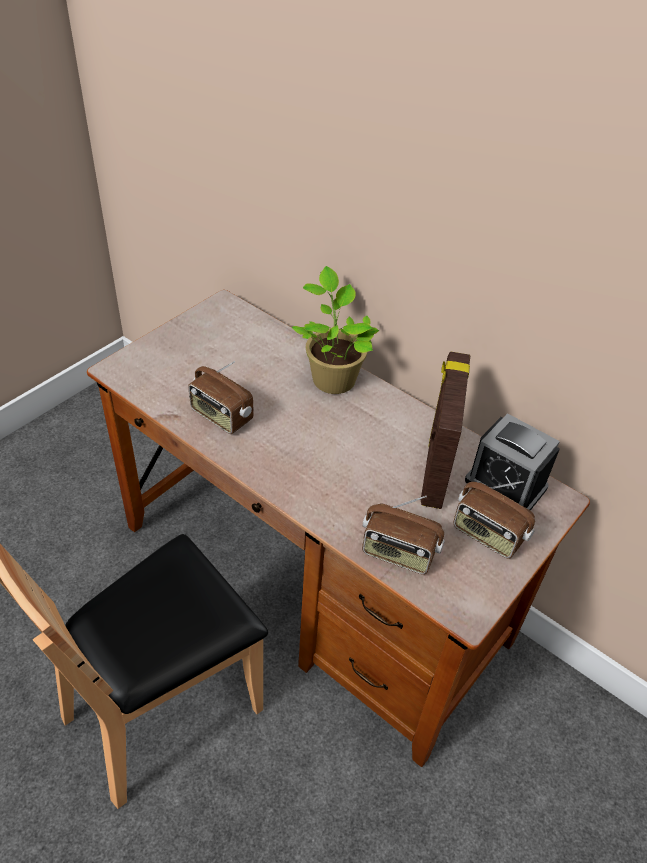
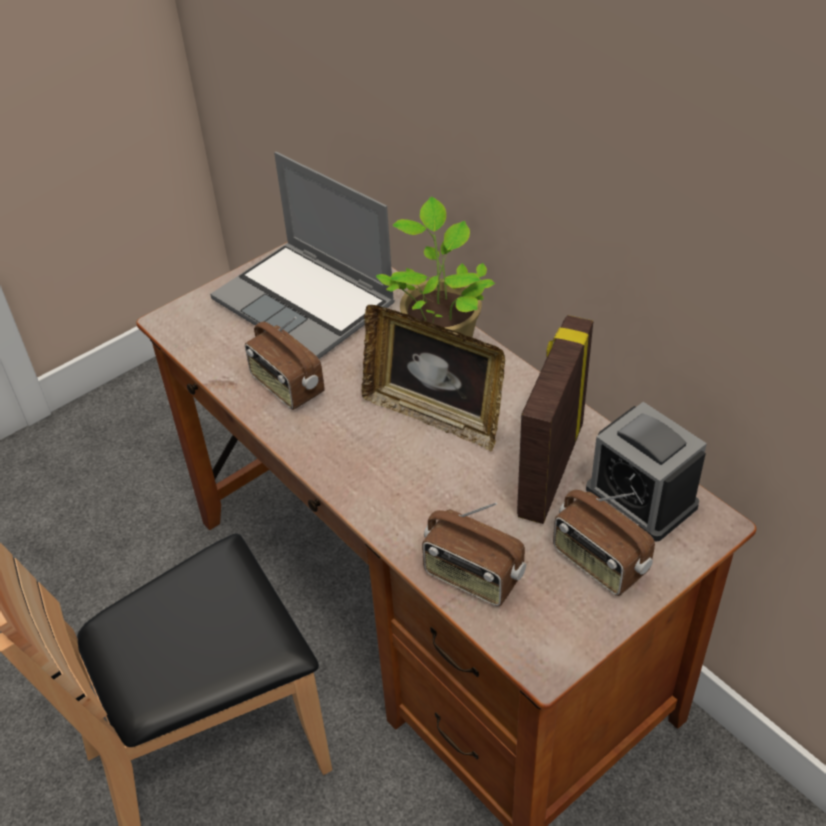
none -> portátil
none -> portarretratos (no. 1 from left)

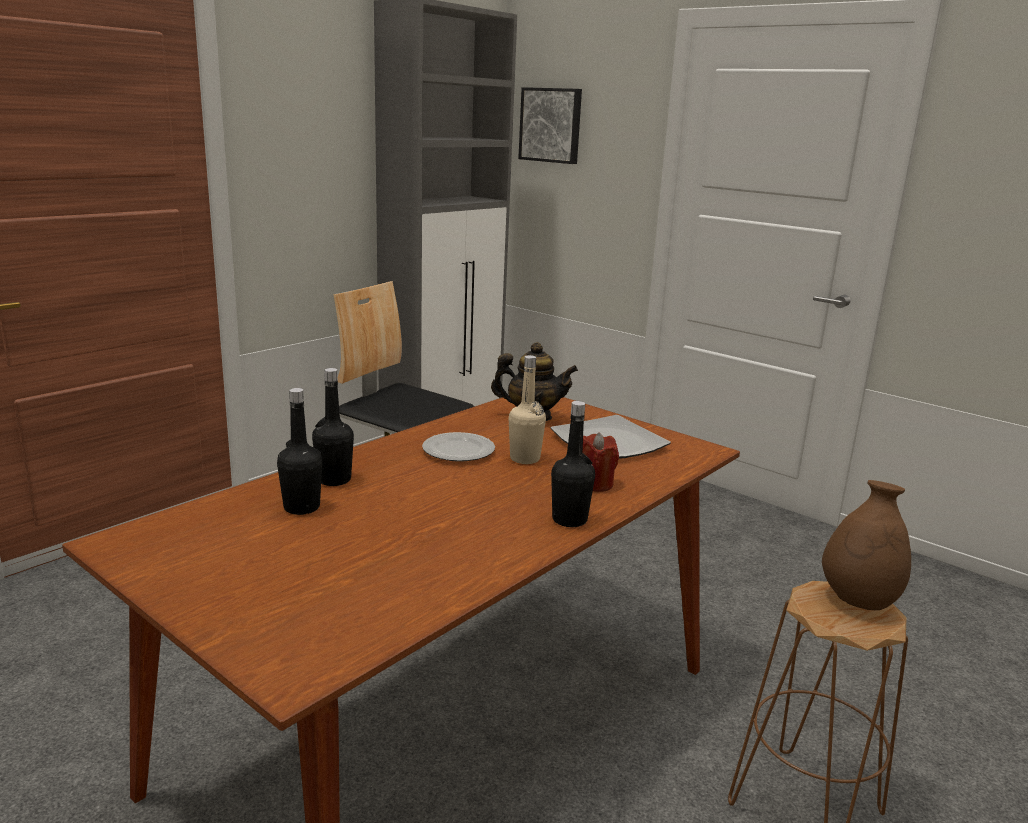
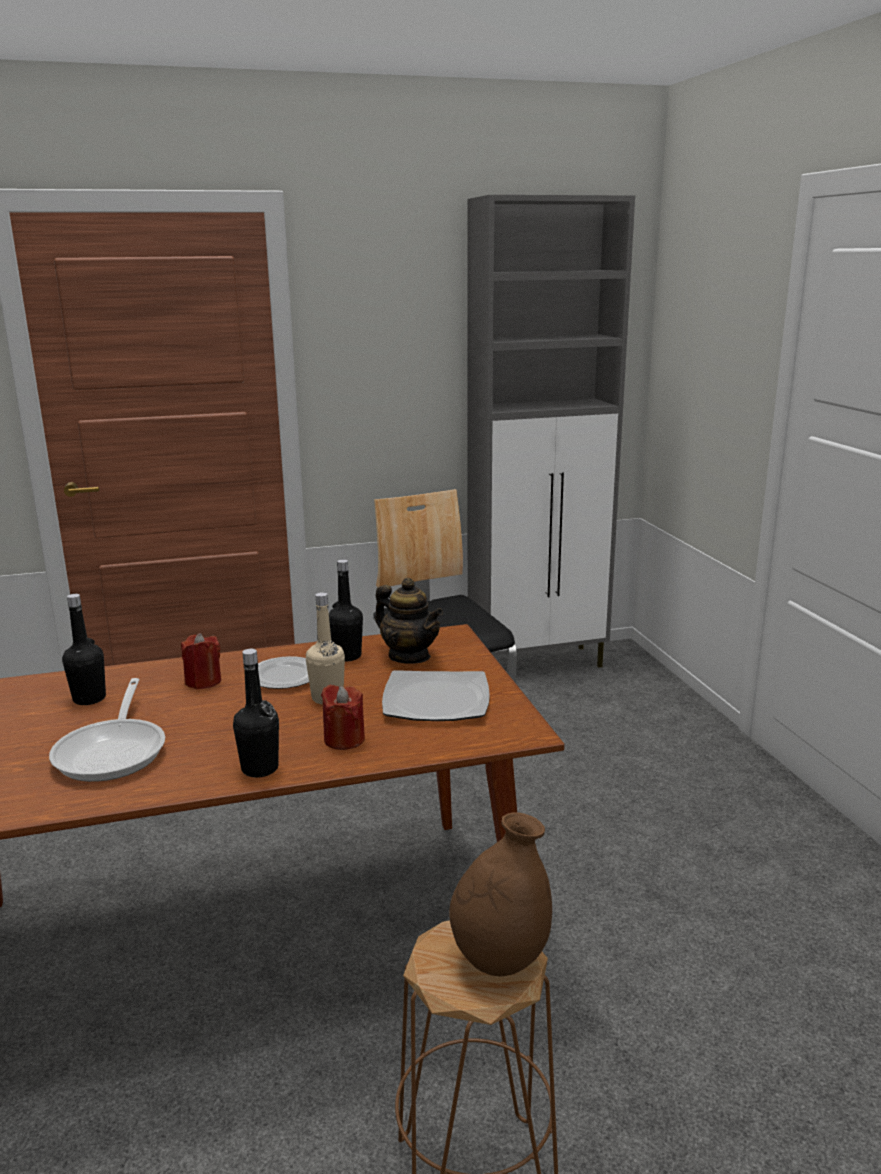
cuadro -> none
none -> sartén
none -> vela [rojo] (no. 1 from left)
botella [negro] (no. 2 from left in the first image) -> botella [negro] (no. 3 from left), relocated

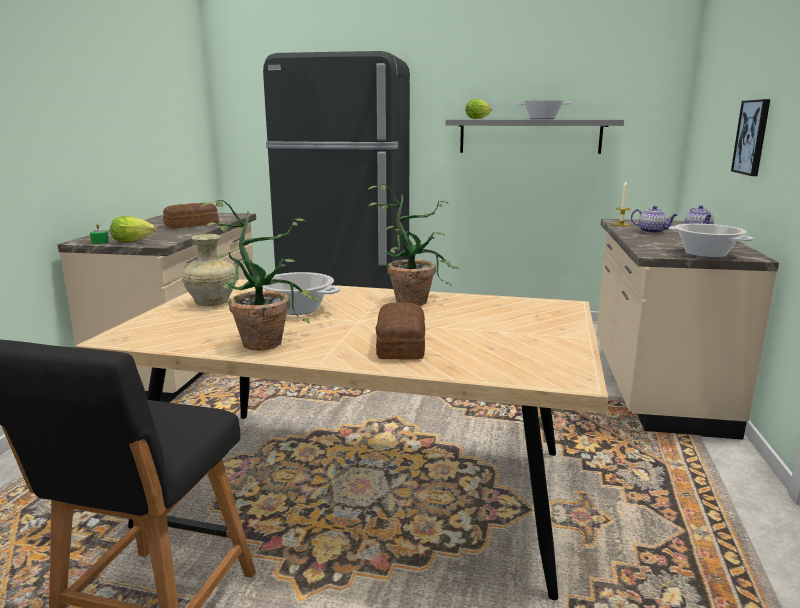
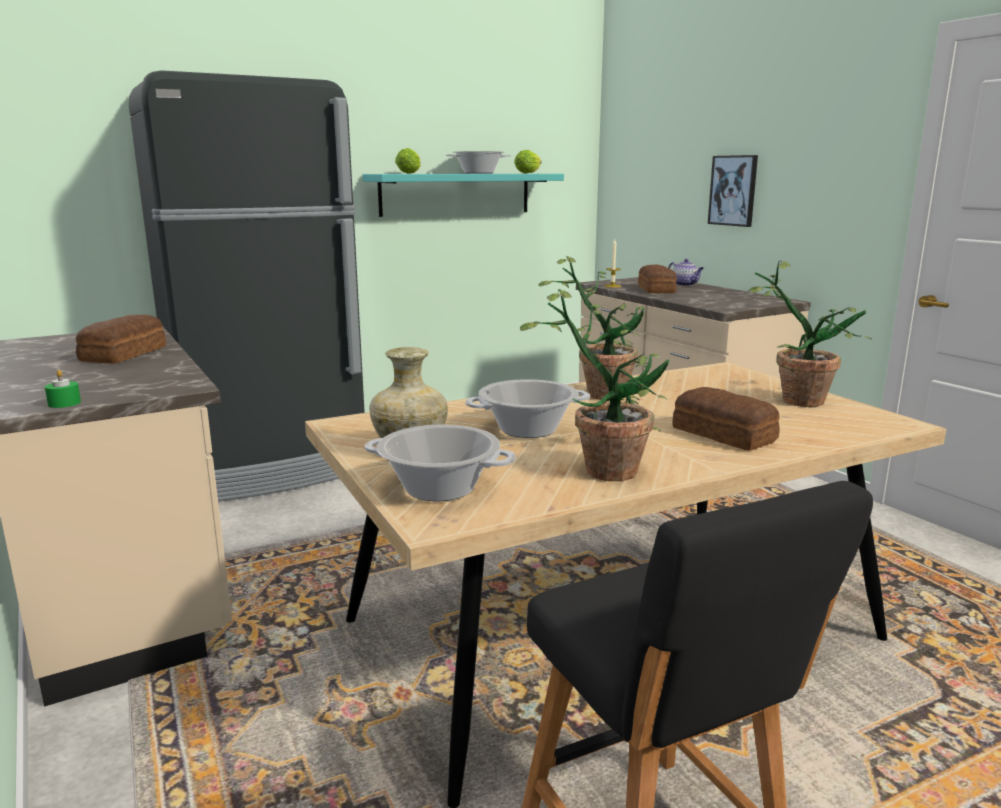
none -> planta en maceta (no. 3 from left)
lechuga (no. 1 from left in the first image) -> lechuga (no. 2 from left), relocated
olla (no. 3 from left in the first image) -> olla (no. 1 from left), relocated
tetera (no. 1 from left) -> pan (no. 2 from left)
estante [gris] -> estante [turquesa]

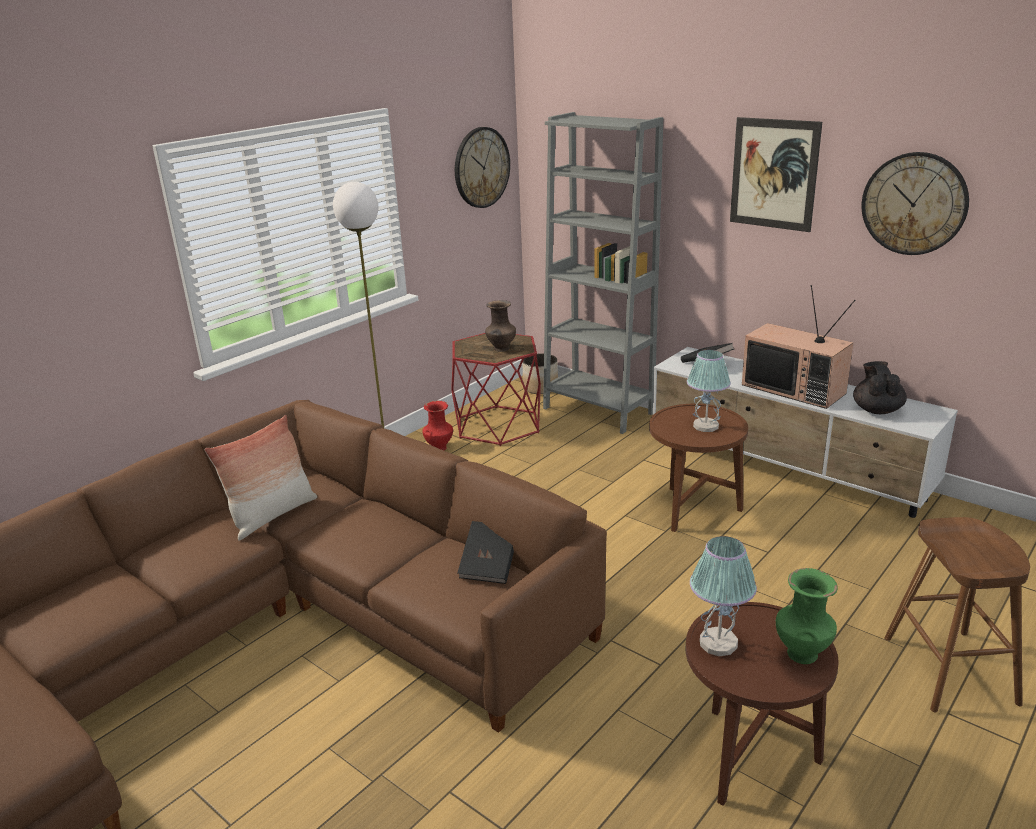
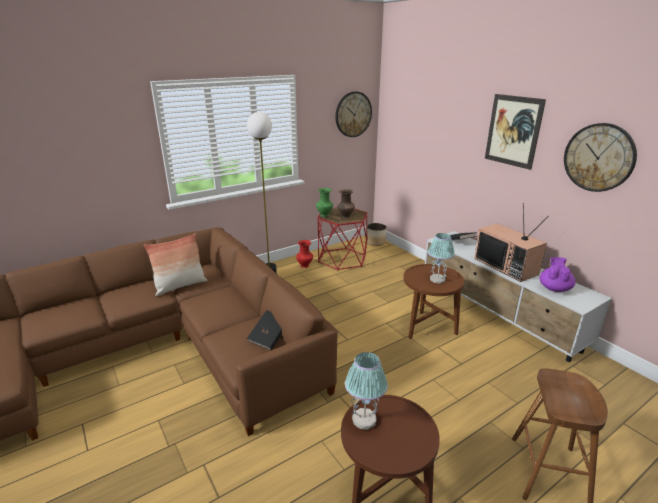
estantería [gris] -> none
florero [verde], relocated
tetera [negro] -> tetera [morado]

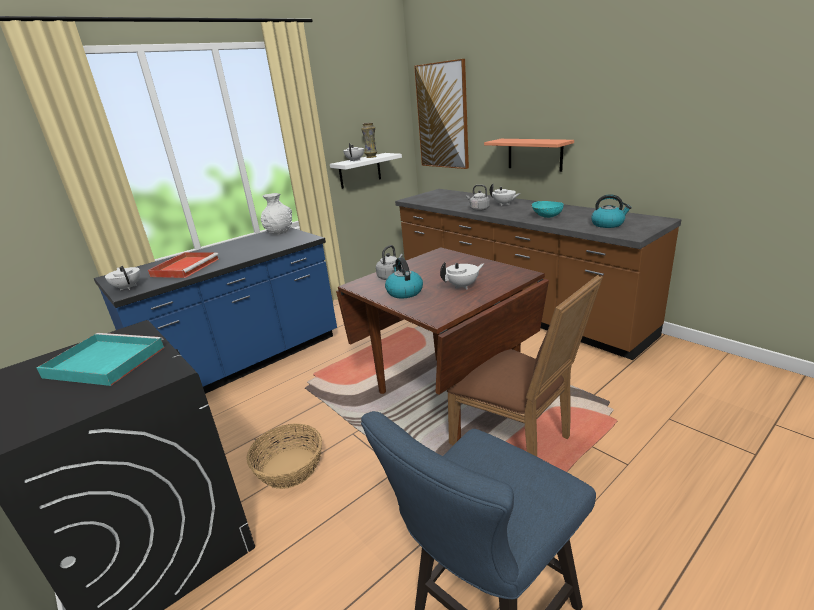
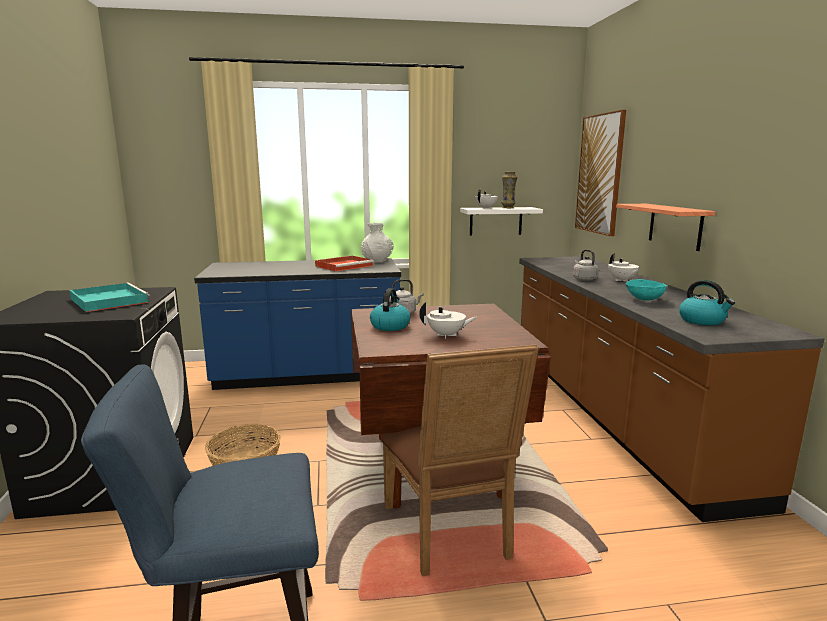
tetera [blanco] (no. 1 from left) -> none
bandeja [rojo], relocated

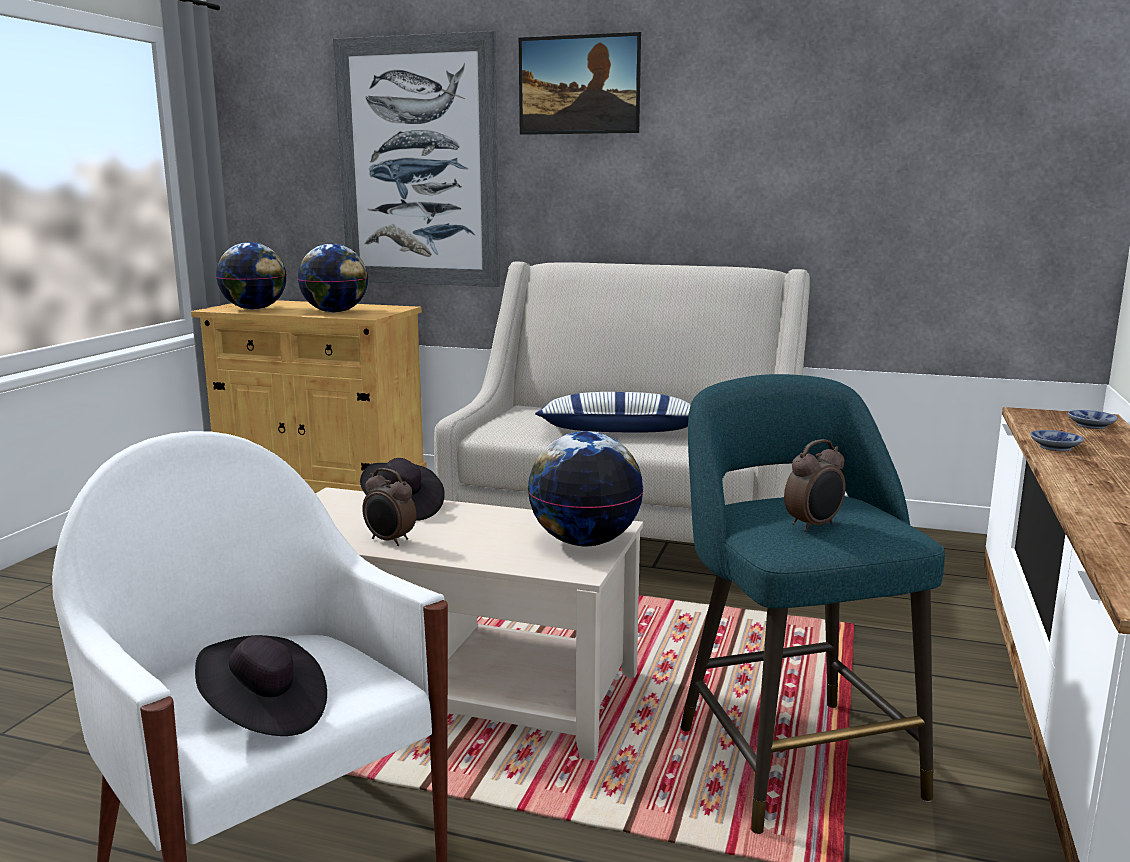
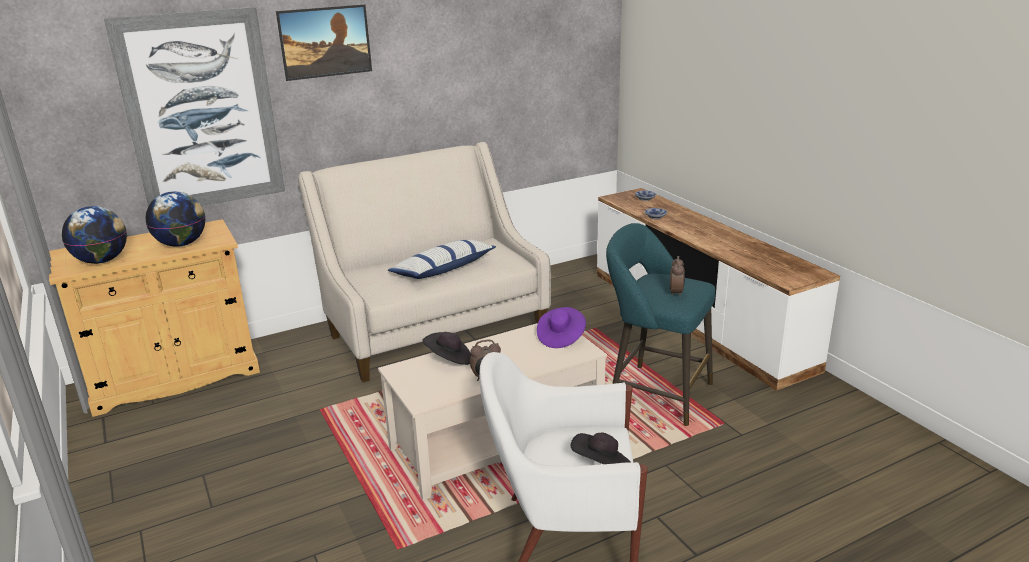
globo terráqueo (no. 3 from left) -> sombrero [morado]

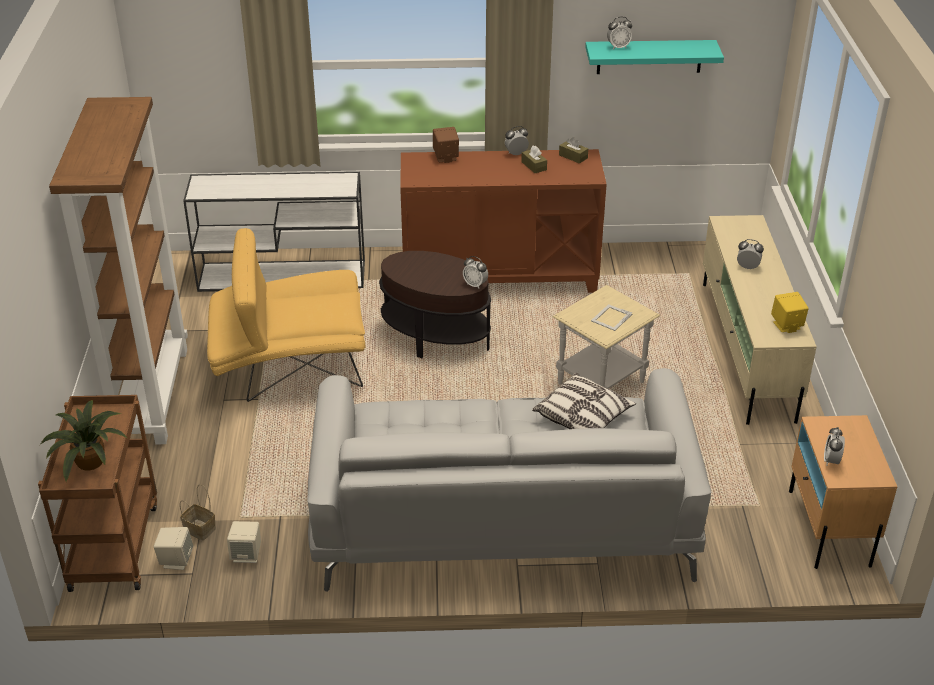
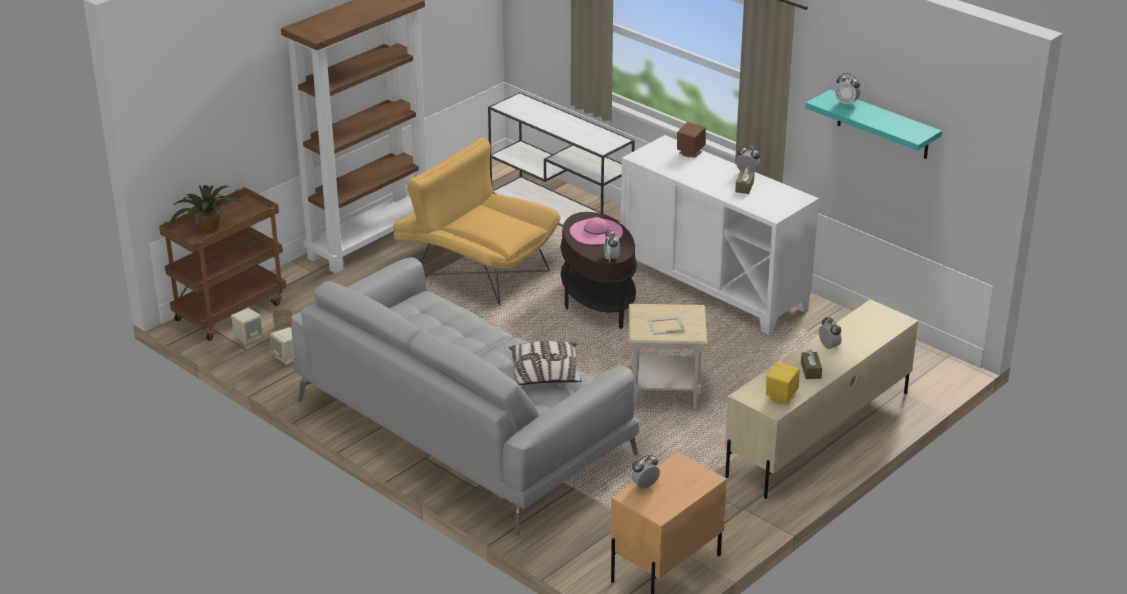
none -> sombrero [rosa]
caja de pañuelos [marrón] (no. 2 from left), relocated
armario [marrón] -> armario [blanco]

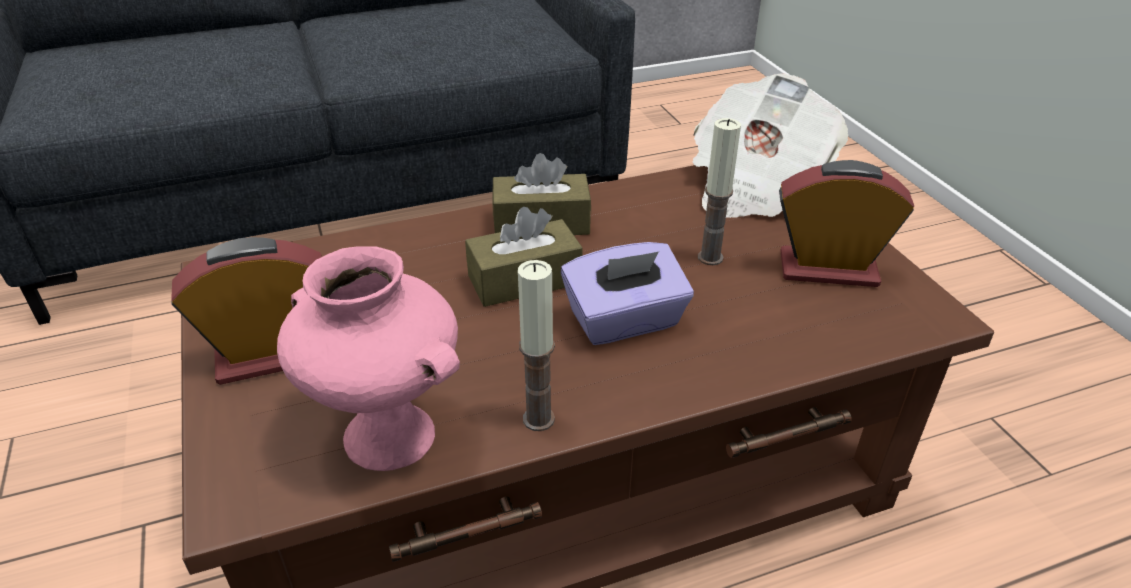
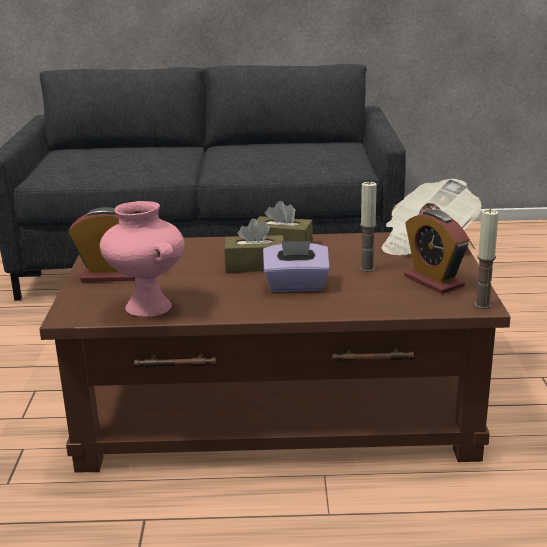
vela (no. 1 from left in the first image) -> vela (no. 2 from left), relocated
despertador (no. 2 from left), 150 degrees counterclockwise

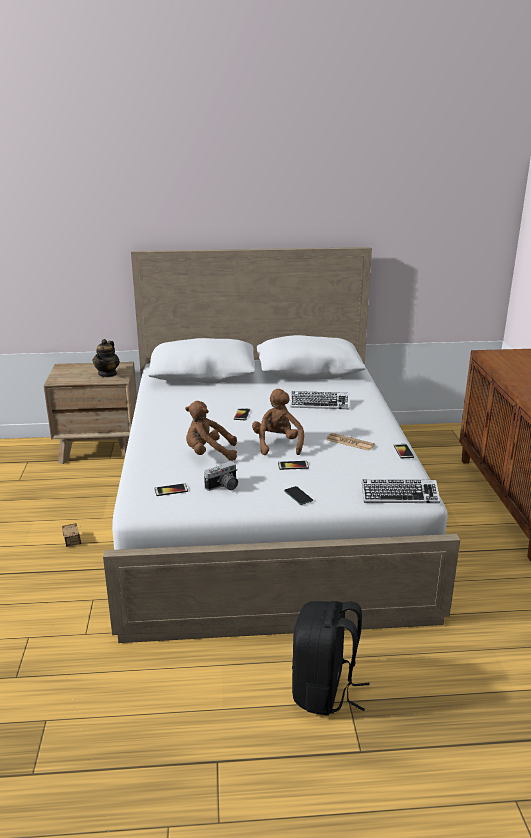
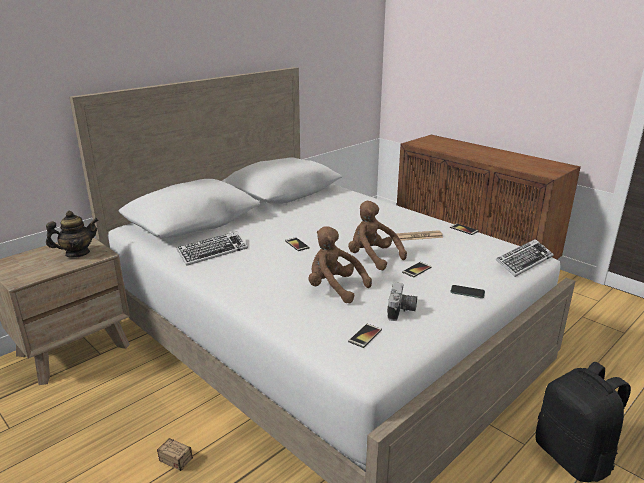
teclado (no. 1 from left), relocated
tetera, 90 degrees counterclockwise
peluche [marrón] (no. 1 from left), 75 degrees clockwise

